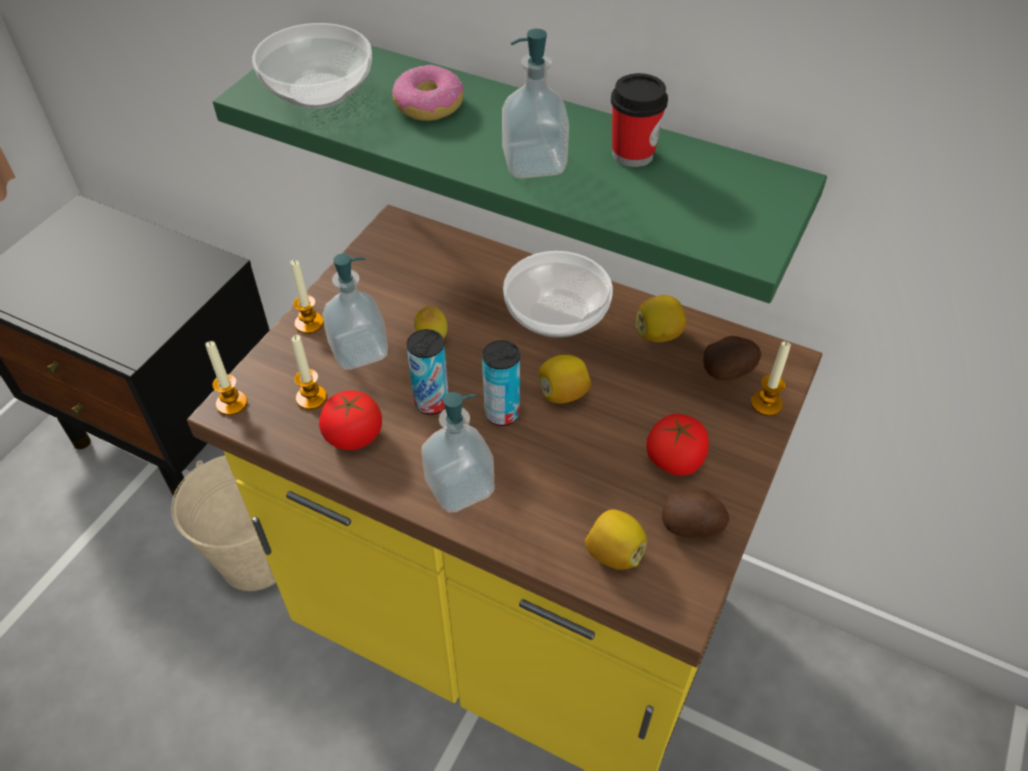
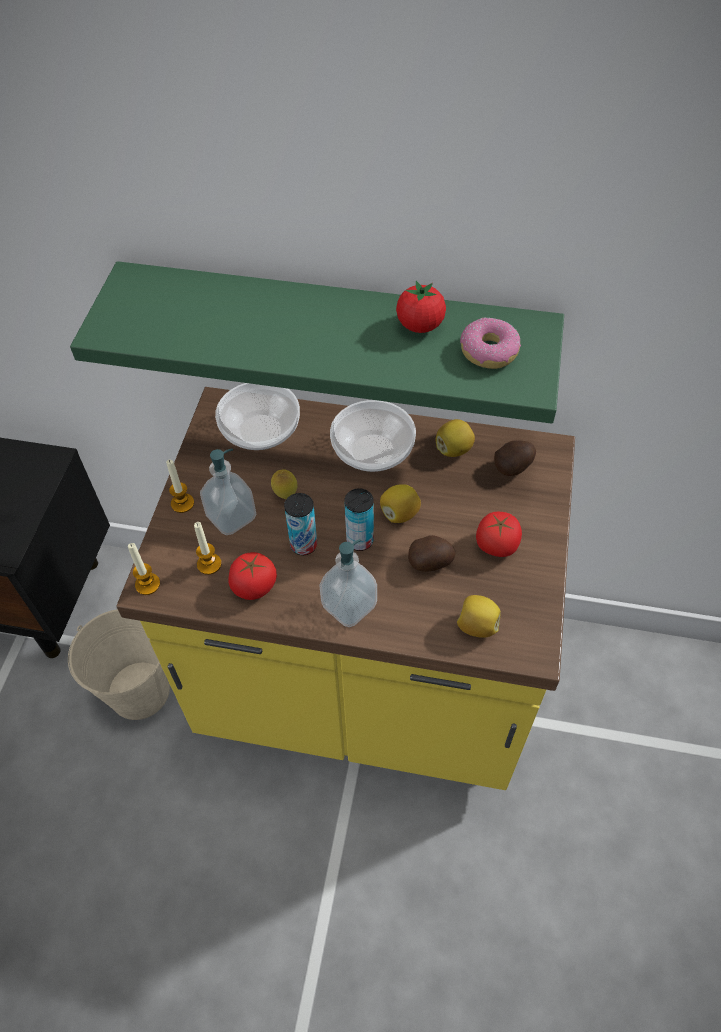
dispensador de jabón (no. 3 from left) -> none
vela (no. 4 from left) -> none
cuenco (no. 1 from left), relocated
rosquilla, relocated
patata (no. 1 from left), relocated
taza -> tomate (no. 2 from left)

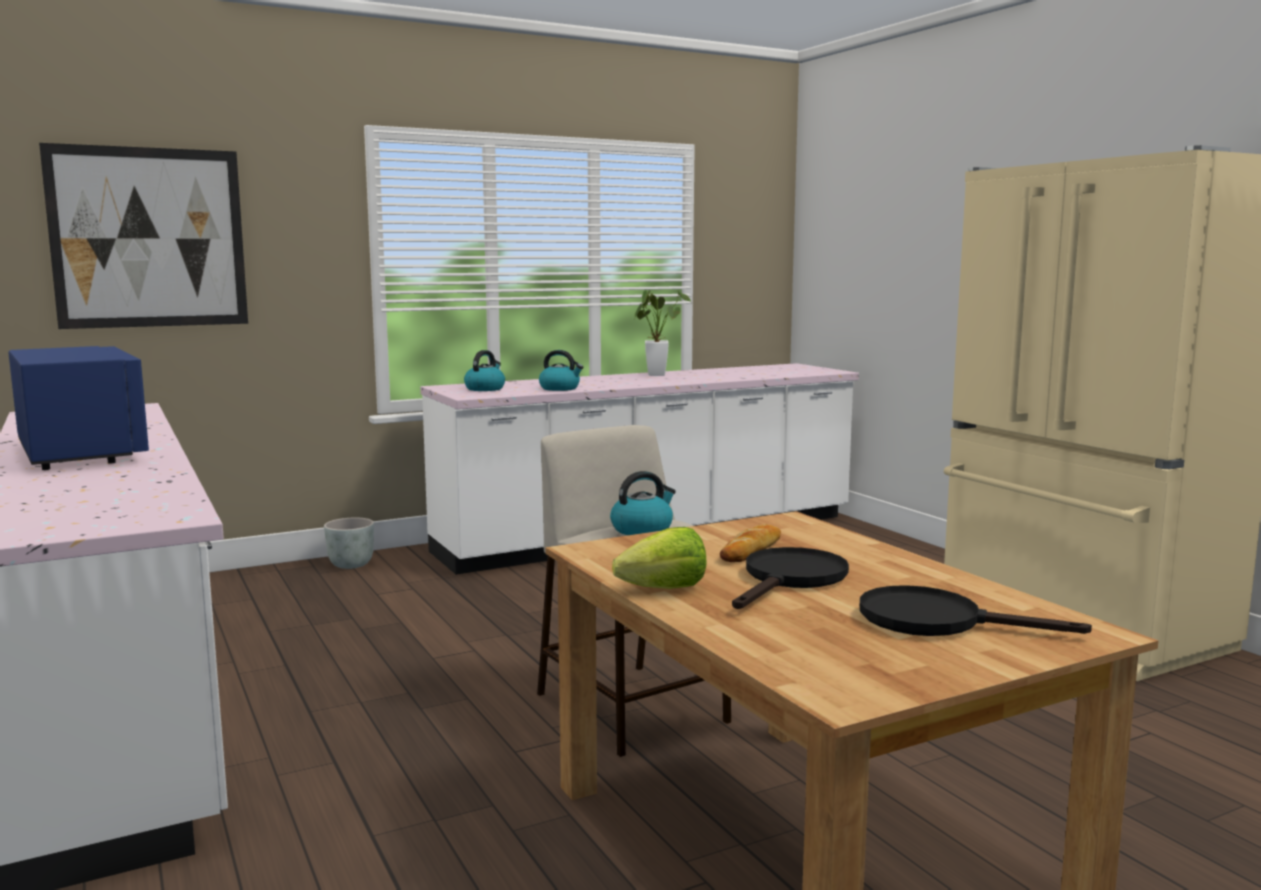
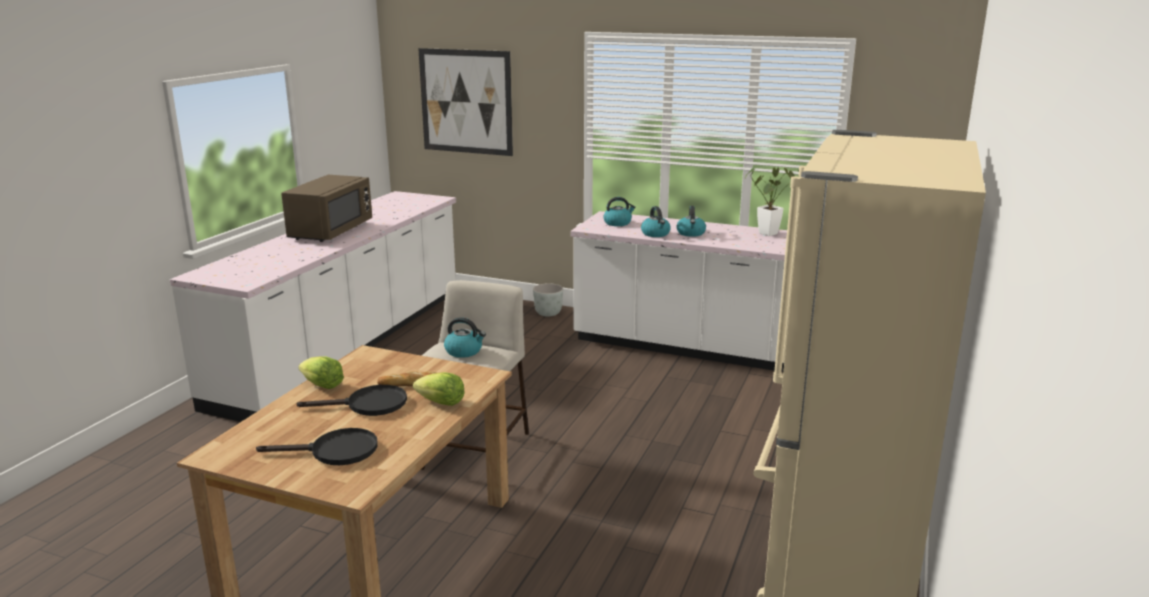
none -> lechuga (no. 2 from left)
none -> hervidor (no. 4 from left)
microondas [azul] -> microondas [marrón]
sartén [negro] (no. 2 from left in the first image) -> sartén [negro] (no. 1 from left), 105 degrees clockwise

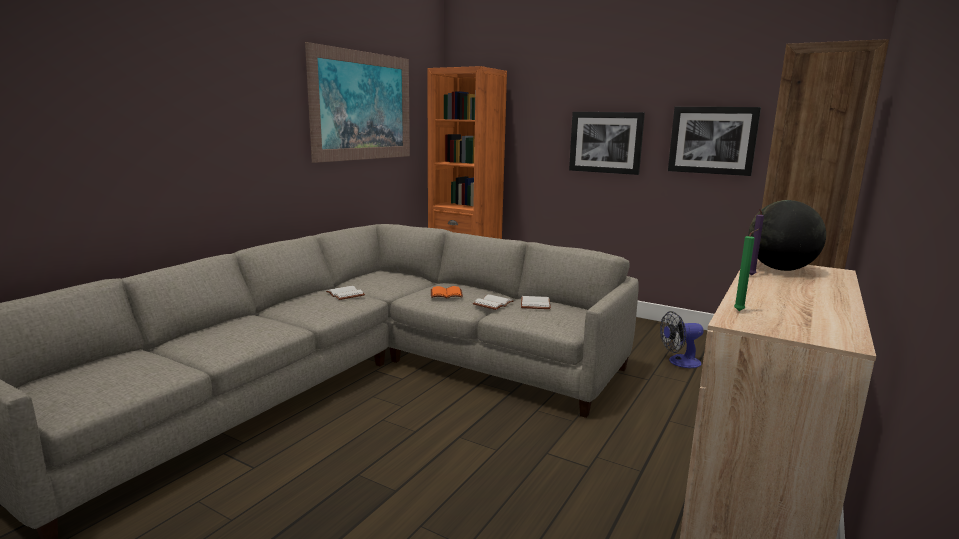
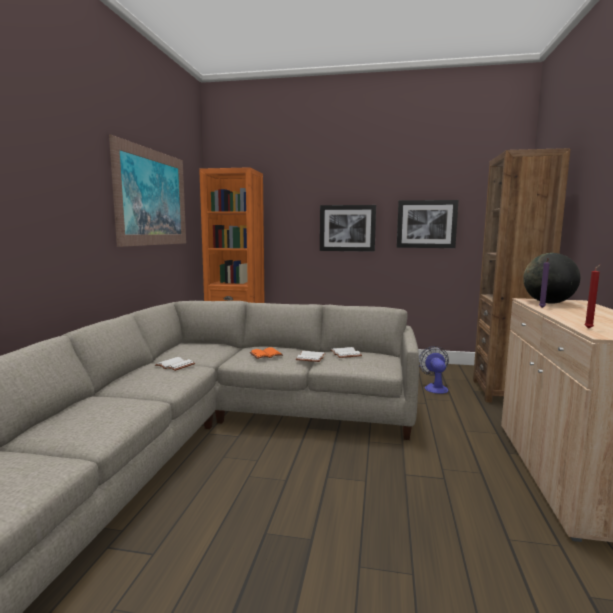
vela [verde] -> vela [rojo]
ventilador, 120 degrees clockwise

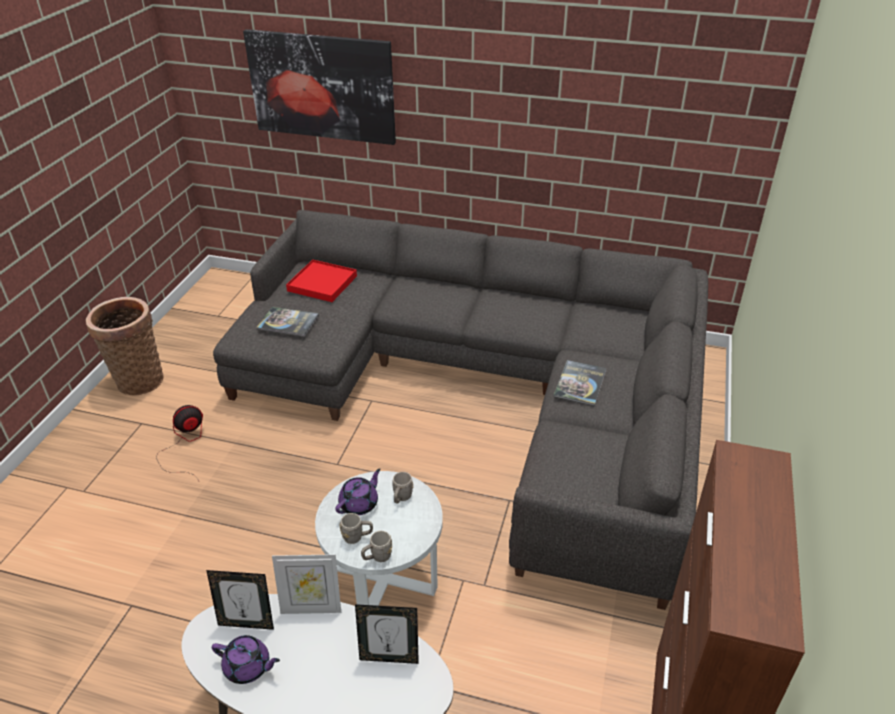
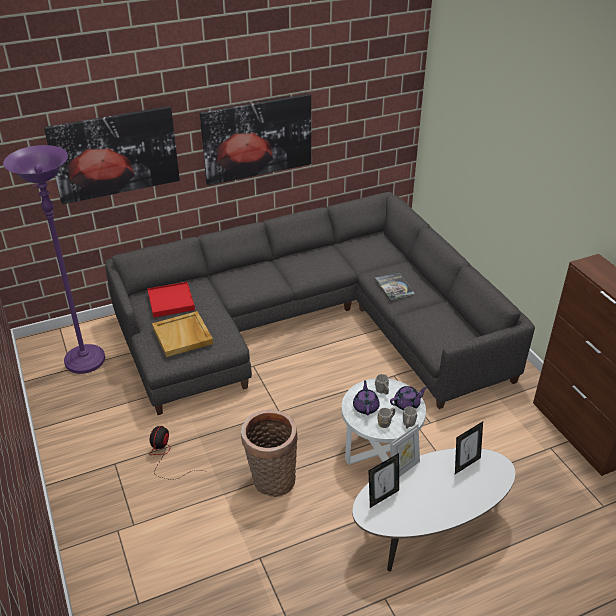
none -> lámpara de pie [morado]
none -> cuadro (no. 2 from left)
cesta, relocated
tetera [morado] (no. 1 from left in the first image) -> tetera [morado] (no. 2 from left), relocated
libro (no. 1 from left) -> bandeja [beis]

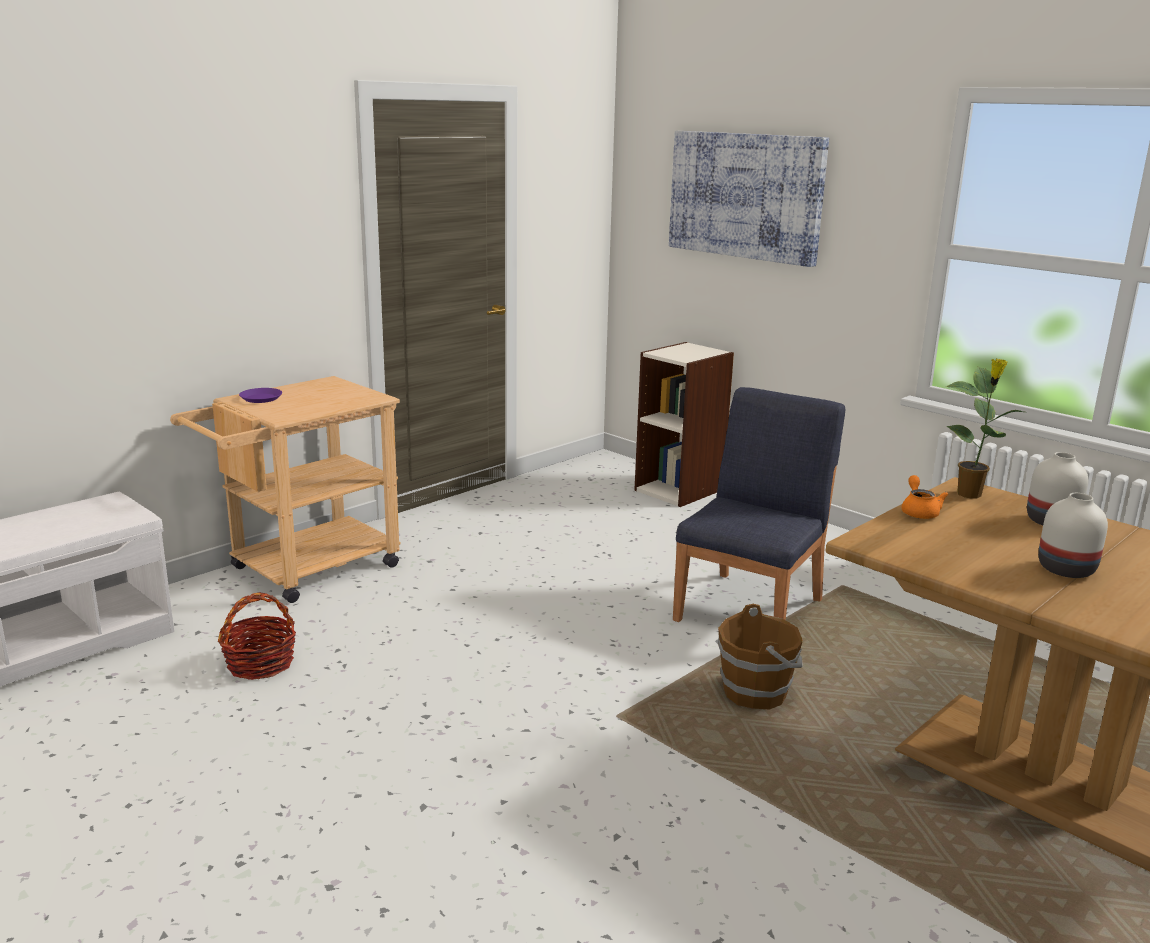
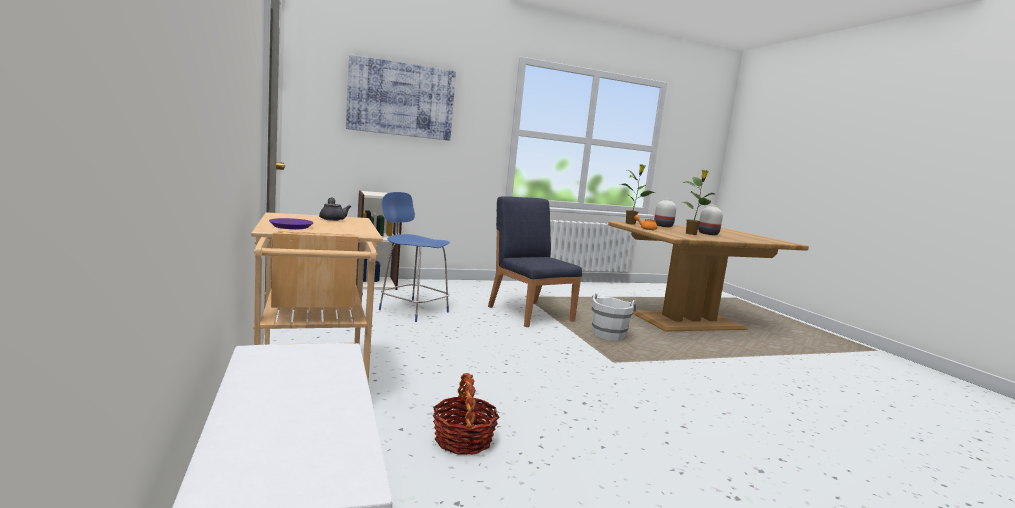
none -> tetera [gris]
none -> silla [azul] (no. 1 from left)
none -> planta en maceta (no. 2 from left)
cubo [marrón] -> cubo [blanco]

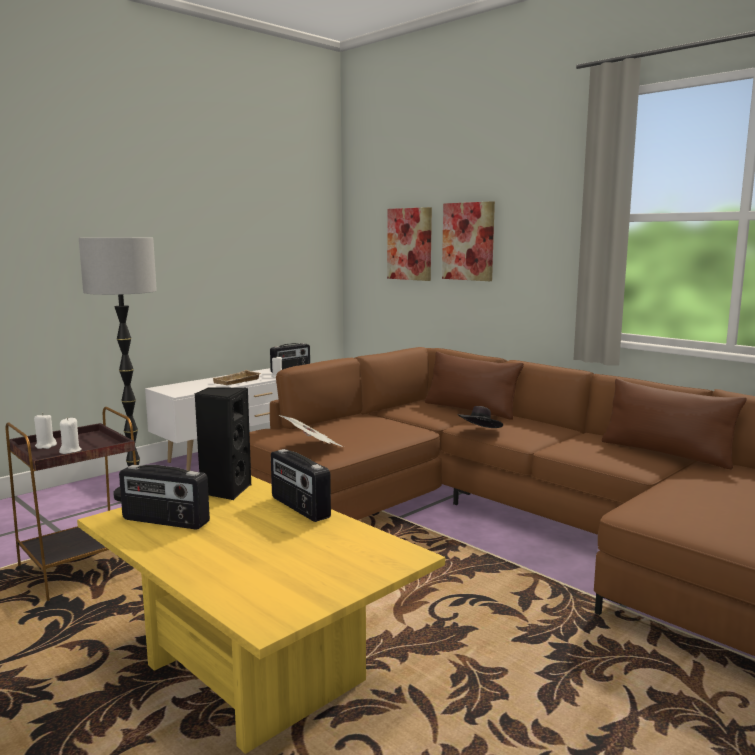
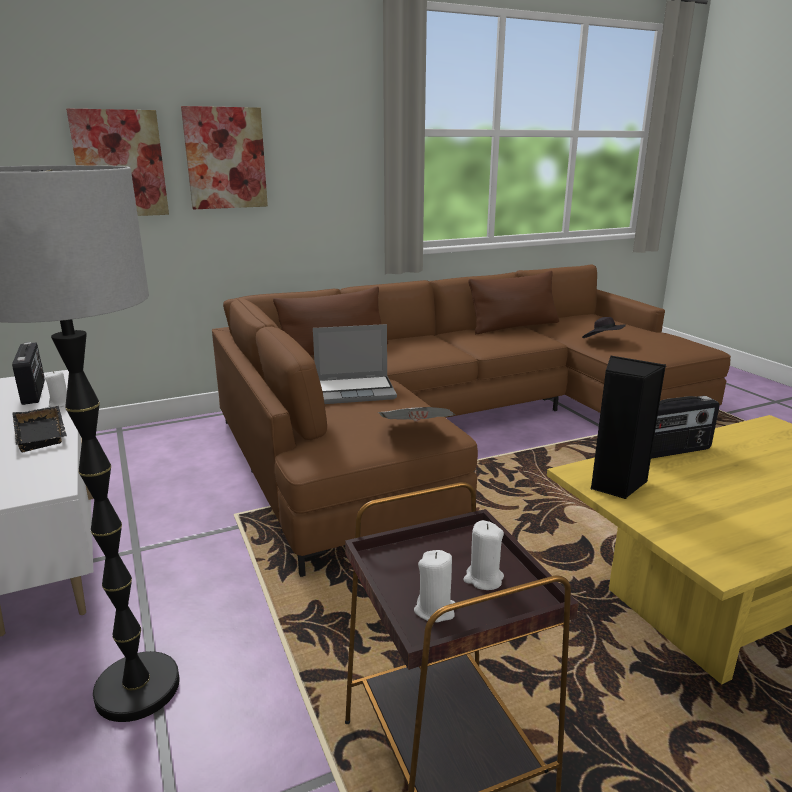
radio (no. 1 from left) -> none
none -> portátil
sombrero [negro], relocated
bandeja [beis] -> bandeja [negro]

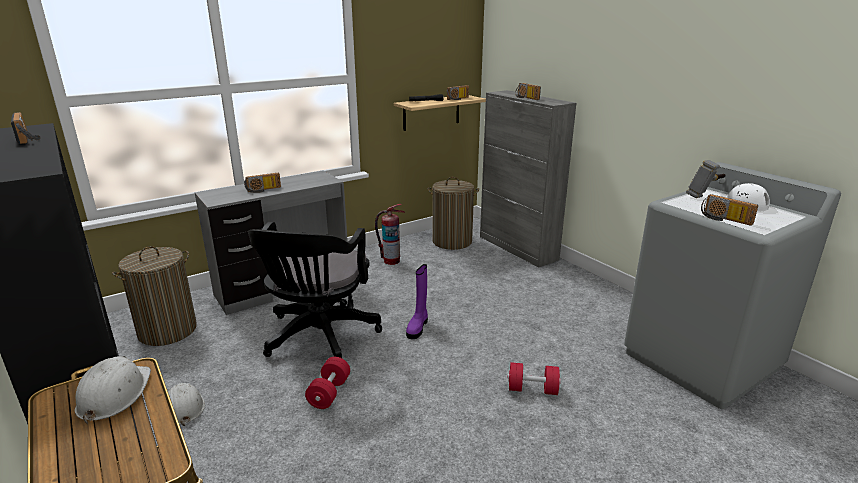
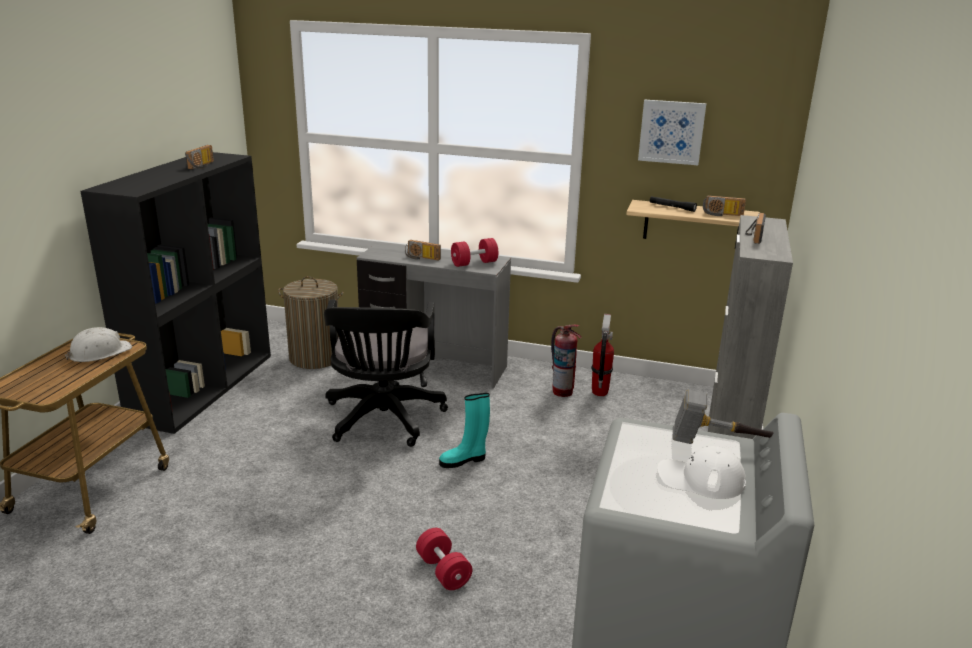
casco [blanco] (no. 2 from left) -> none
cesto de la ropa (no. 2 from left) -> none
radio (no. 5 from left) -> none
none -> extintor (no. 2 from left)
none -> cuadro
mancuerna [rojo] (no. 1 from left in the first image) -> mancuerna [rojo] (no. 2 from left), relocated
bota [morado] -> bota [turquesa]
silla de oficina [negro], 60 degrees counterclockwise

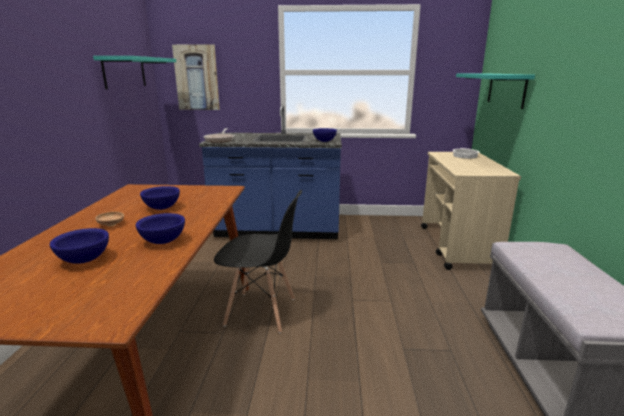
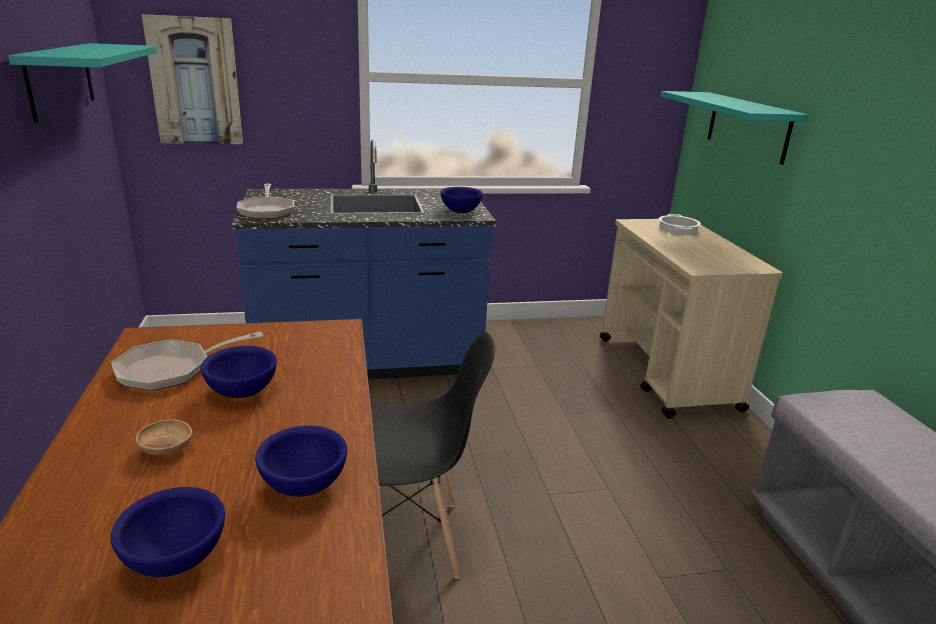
none -> sartén (no. 1 from left)

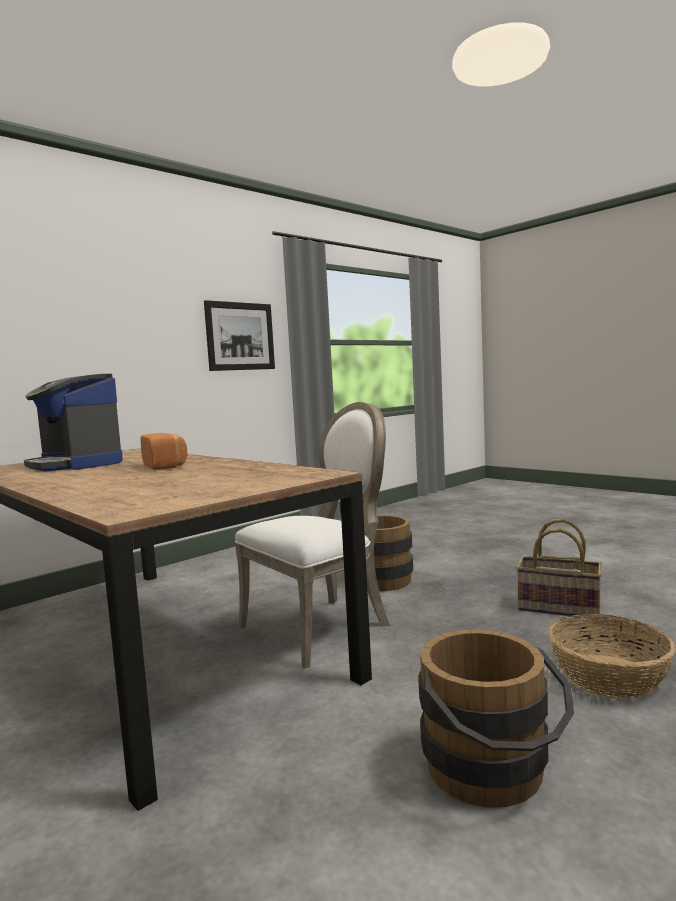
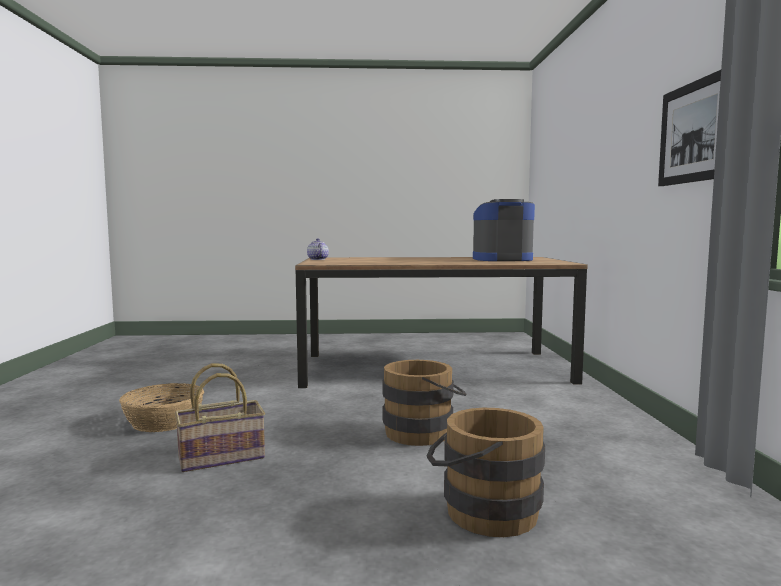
pan -> none
silla [blanco] -> none
none -> tetera
cubo [marrón] (no. 2 from left), relocated

